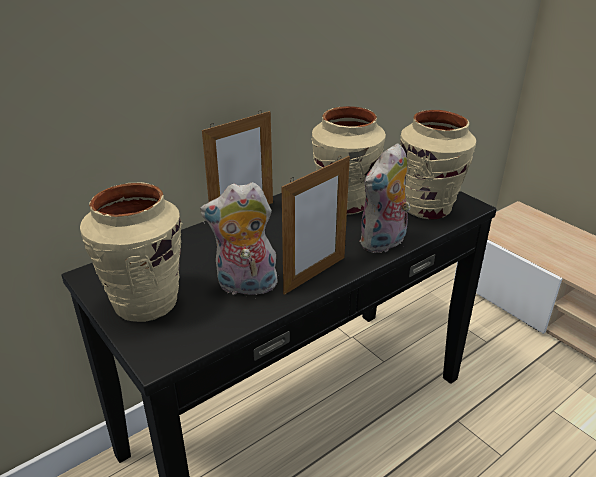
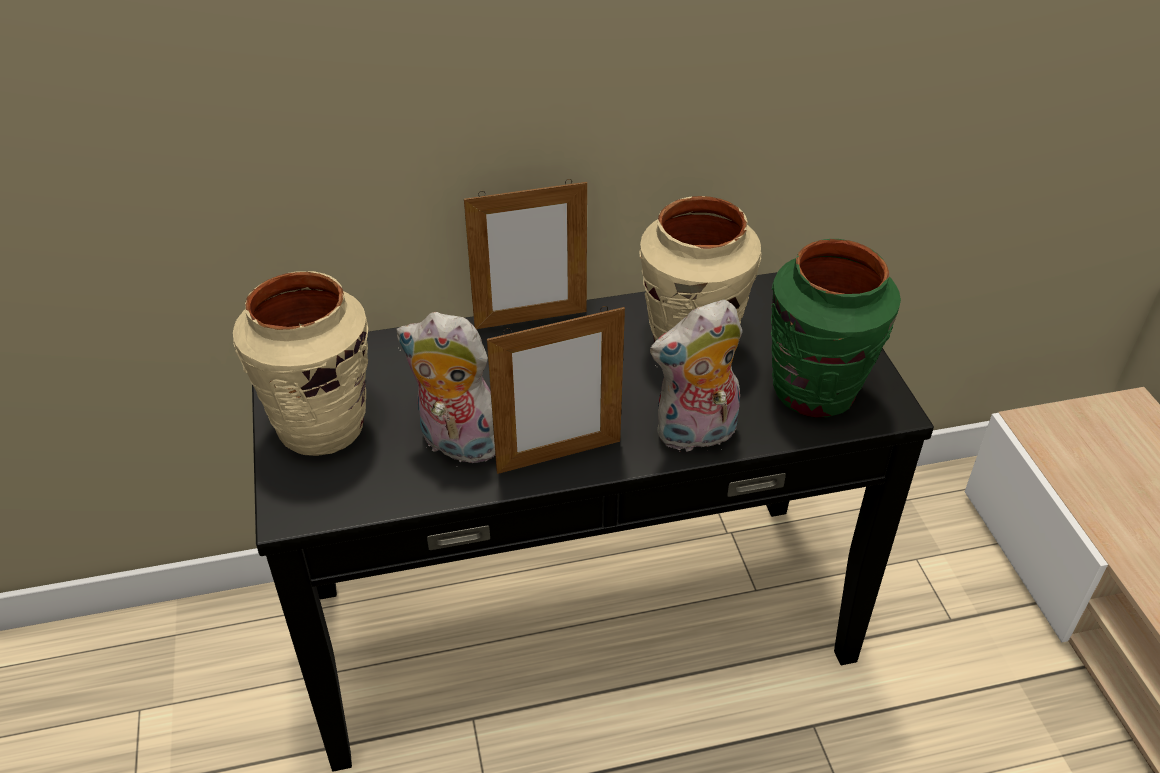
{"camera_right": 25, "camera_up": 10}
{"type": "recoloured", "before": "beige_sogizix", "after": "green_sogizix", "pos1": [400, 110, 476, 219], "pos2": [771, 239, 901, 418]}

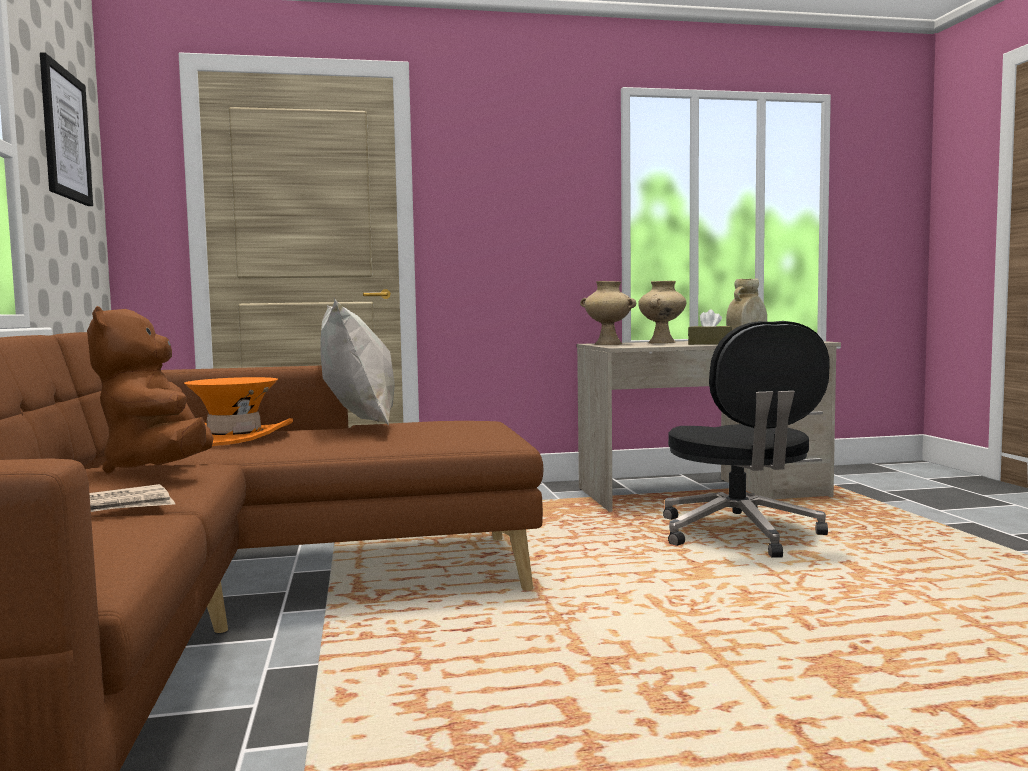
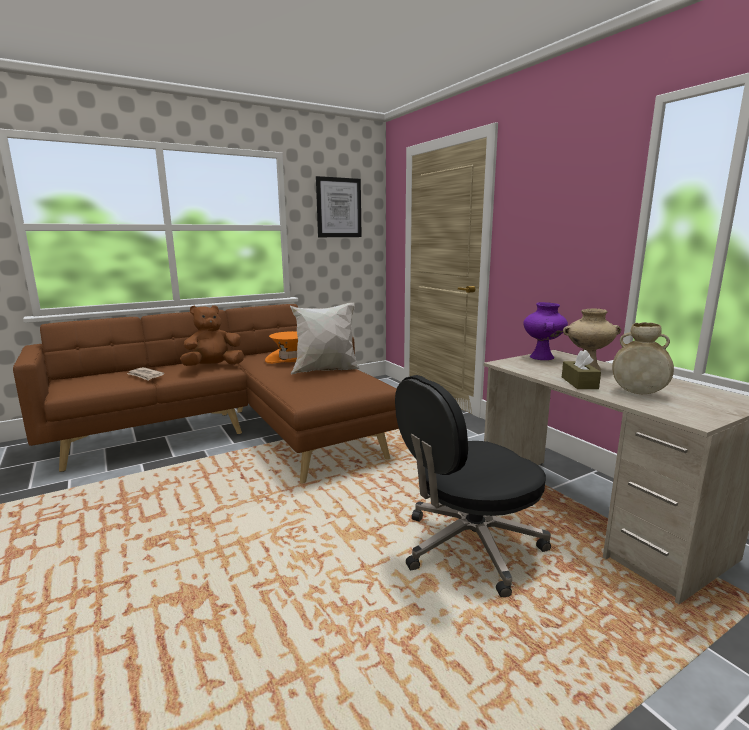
{"camera_right": 70, "camera_up": 10}
{"type": "recoloured", "before": "beige_sogizix", "after": "purple_sogizix", "pos1": [580, 281, 636, 345], "pos2": [523, 302, 568, 360]}

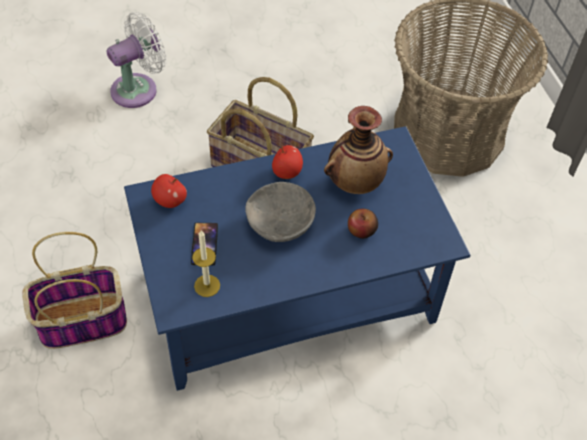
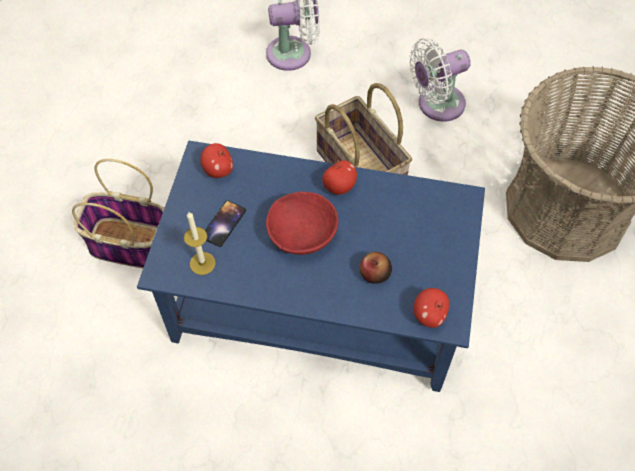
{"camera_right": 30, "camera_up": 5}
{"type": "removed", "before": "sogizix", "pos1": [324, 106, 393, 194]}
{"type": "recoloured", "before": "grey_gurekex", "after": "red_gurekex", "pos1": [245, 182, 316, 242], "pos2": [266, 192, 339, 255]}
{"type": "added", "after": "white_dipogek", "pos2": [409, 38, 470, 122]}
{"type": "added", "after": "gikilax", "pos2": [414, 288, 449, 328]}

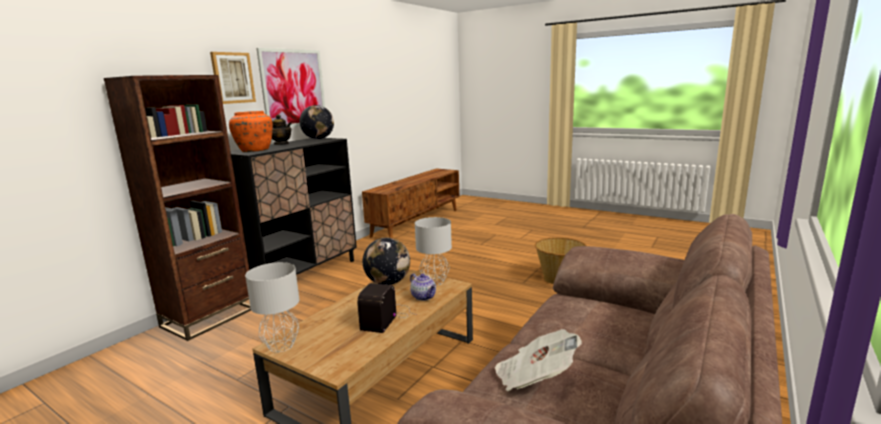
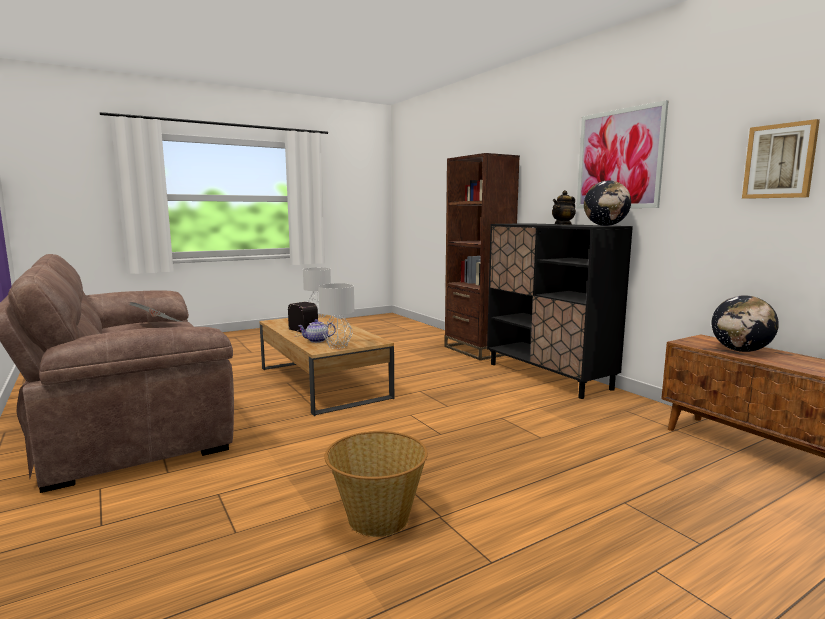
{"camera_right": 115, "camera_up": -5}
{"type": "moved", "before": "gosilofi", "pos1": [210, 52, 256, 104], "pos2": [742, 119, 820, 199]}
{"type": "removed", "before": "orange_sogizix", "pos1": [229, 111, 273, 152]}
{"type": "moved", "before": "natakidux", "pos1": [363, 238, 410, 285], "pos2": [712, 295, 779, 352]}

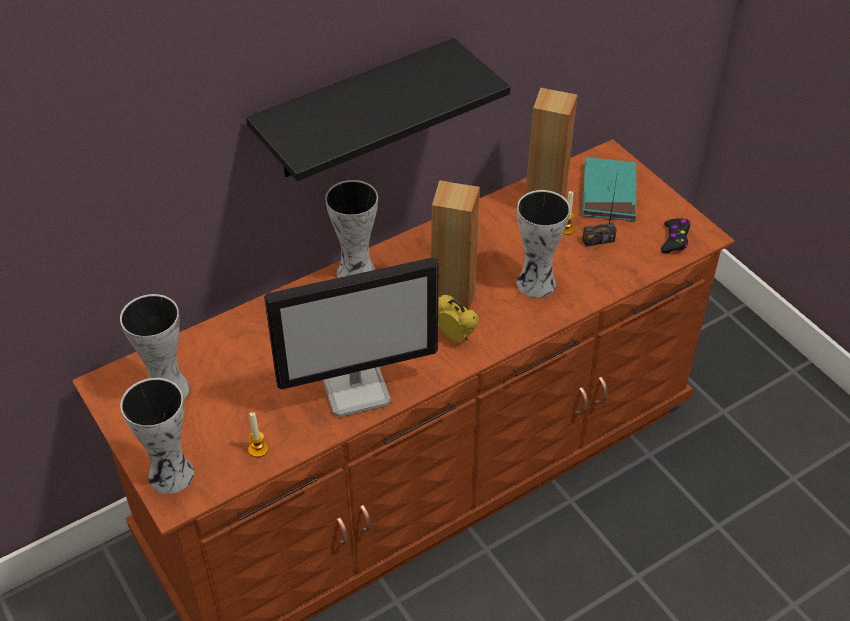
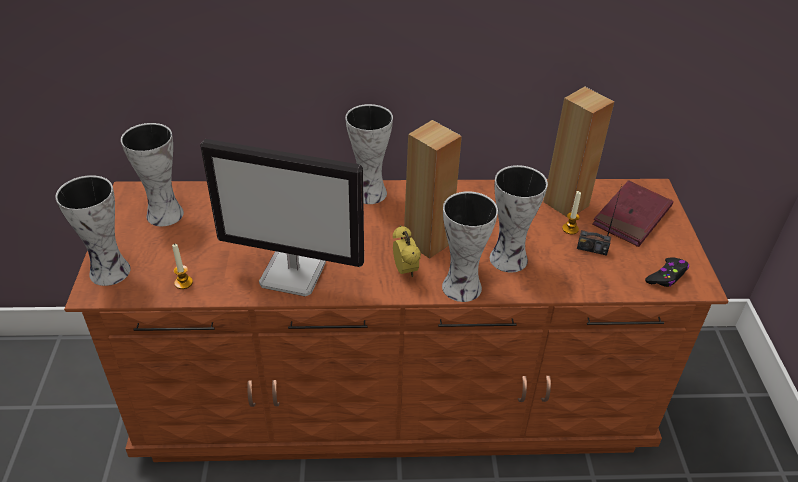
{"camera_right": 30, "camera_up": -5}
{"type": "removed", "before": "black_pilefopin", "pos1": [246, 38, 510, 181]}
{"type": "recoloured", "before": "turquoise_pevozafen", "after": "red_pevozafen", "pos1": [582, 157, 636, 221], "pos2": [592, 180, 673, 247]}
{"type": "added", "after": "sogizix", "pos2": [442, 191, 498, 302]}

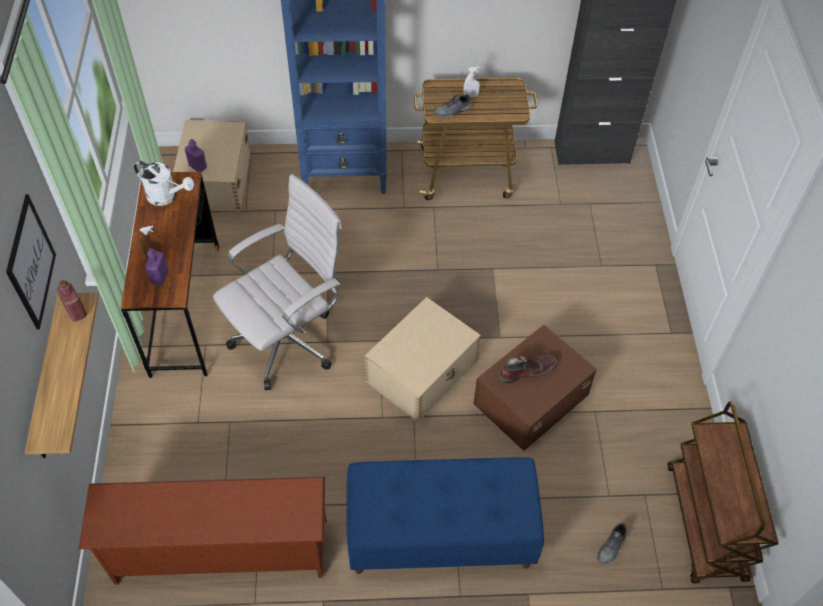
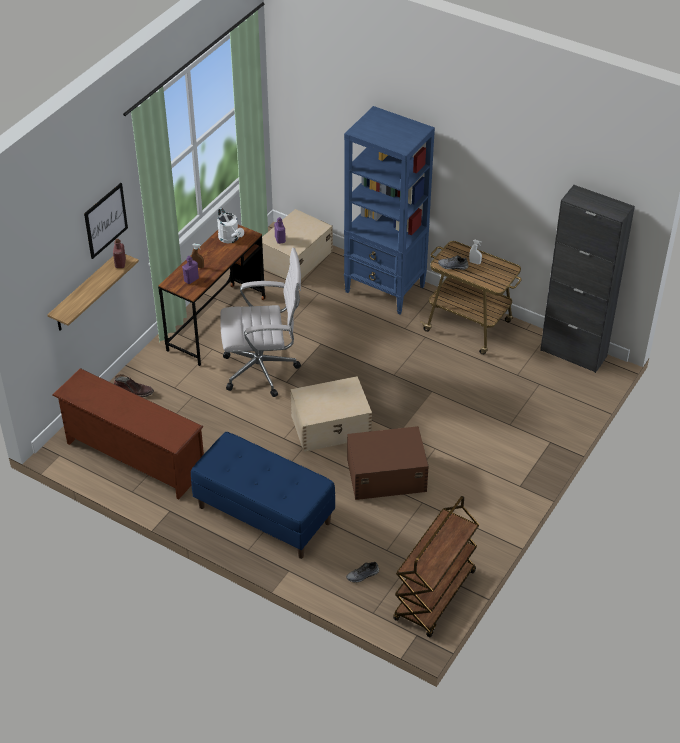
{"camera_right": 35, "camera_up": -10}
{"type": "moved", "before": "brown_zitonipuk", "pos1": [498, 355, 556, 384], "pos2": [114, 374, 154, 397]}

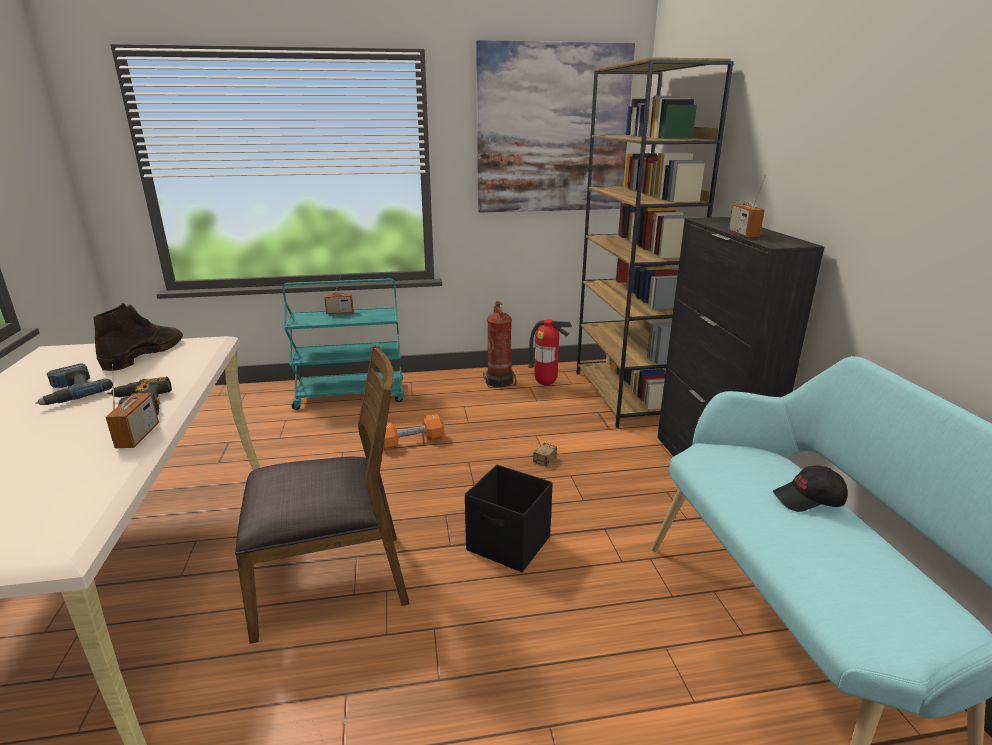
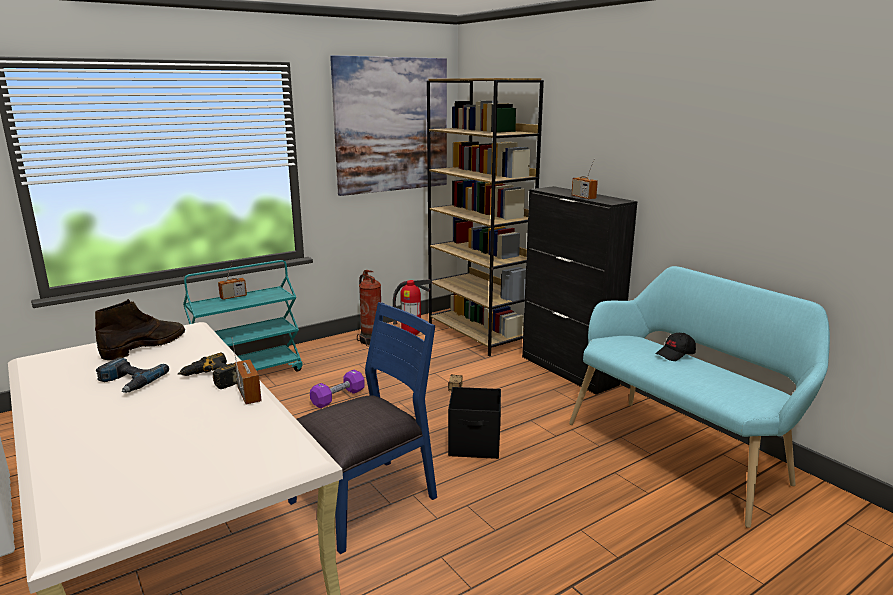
{"camera_right": -25, "camera_up": -5}
{"type": "turned", "before": "brown_zitonipuk", "pos1": [93, 303, 183, 371], "pos2": [95, 299, 185, 360], "turn": 45}
{"type": "recoloured", "before": "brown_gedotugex", "after": "blue_gedotugex", "pos1": [235, 345, 409, 644], "pos2": [288, 302, 437, 554]}
{"type": "recoloured", "before": "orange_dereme", "after": "purple_dereme", "pos1": [383, 414, 444, 450], "pos2": [310, 370, 365, 408]}

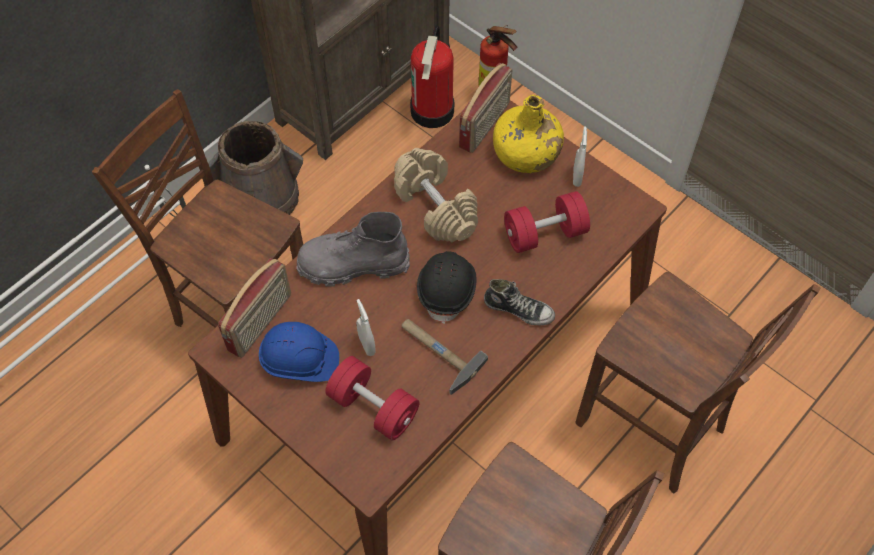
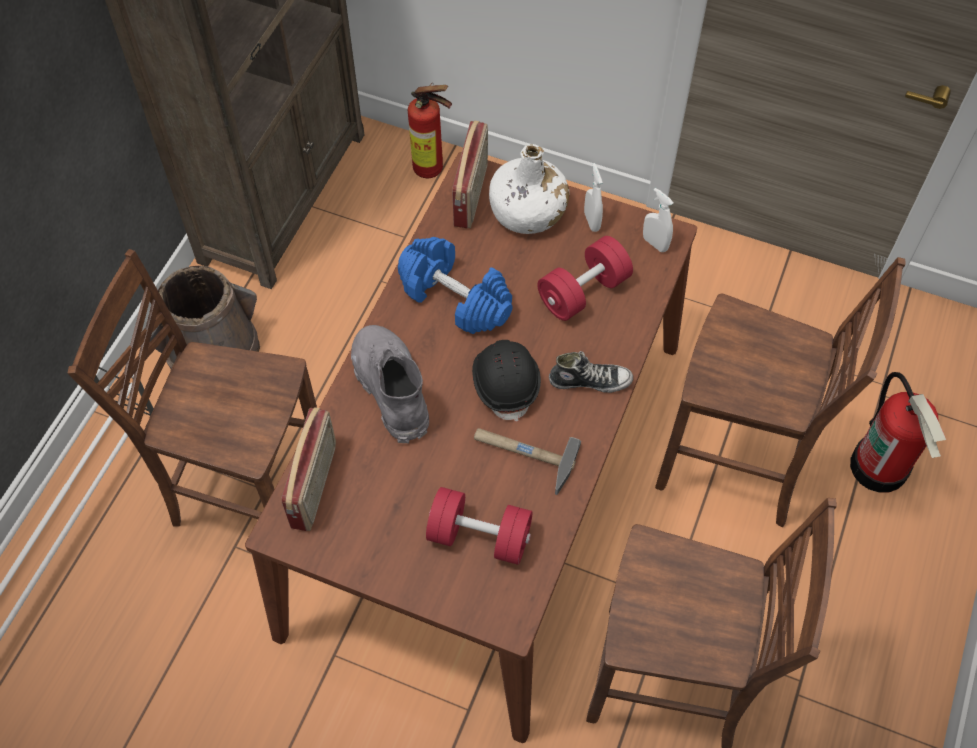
{"camera_right": -20, "camera_up": 0}
{"type": "moved", "before": "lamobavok", "pos1": [410, 25, 454, 128], "pos2": [850, 372, 946, 493]}
{"type": "recoloured", "before": "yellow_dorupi", "after": "white_dorupi", "pos1": [493, 95, 564, 173], "pos2": [489, 144, 569, 234]}
{"type": "recoloured", "before": "beige_dereme", "after": "blue_dereme", "pos1": [394, 148, 478, 242], "pos2": [398, 237, 513, 334]}
{"type": "turned", "before": "grey_zitonipuk", "pos1": [296, 212, 410, 287], "pos2": [351, 325, 429, 443], "turn": 90}
{"type": "moved", "before": "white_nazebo", "pos1": [356, 299, 376, 356], "pos2": [643, 188, 673, 252]}
{"type": "removed", "before": "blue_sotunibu", "pos1": [259, 322, 339, 382]}

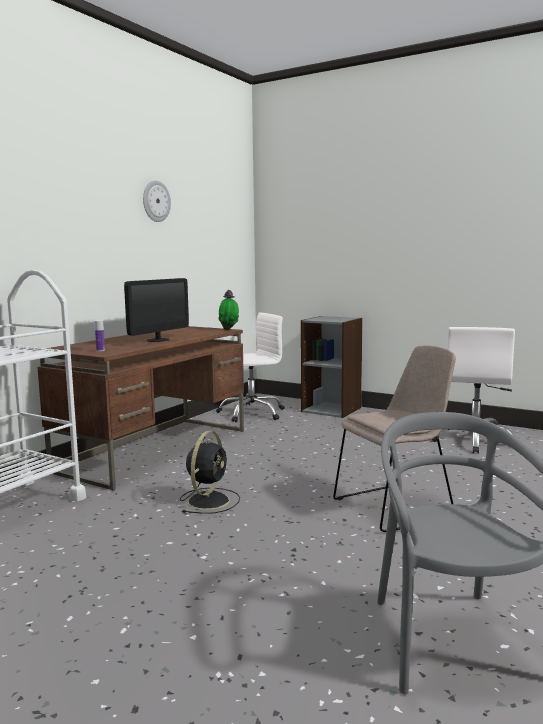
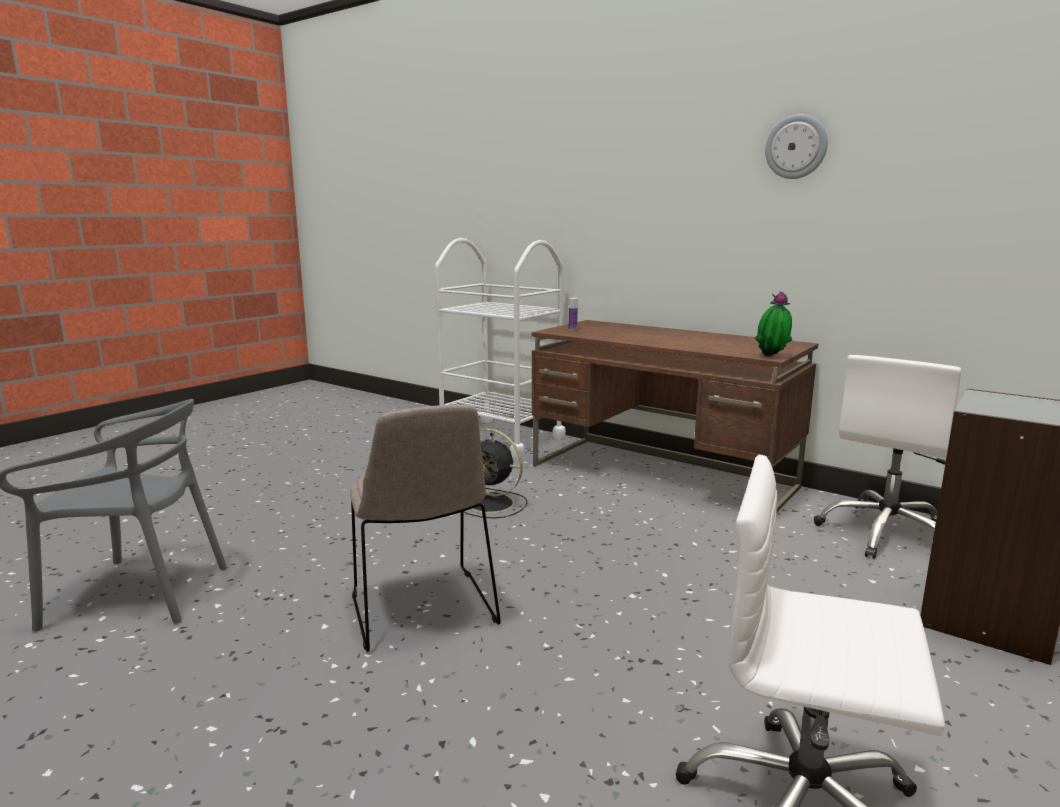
{"camera_right": 95, "camera_up": 5}
{"type": "removed", "before": "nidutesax", "pos1": [124, 278, 189, 342]}
{"type": "turned", "before": "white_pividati", "pos1": [216, 313, 285, 422], "pos2": [814, 355, 961, 559], "turn": 60}

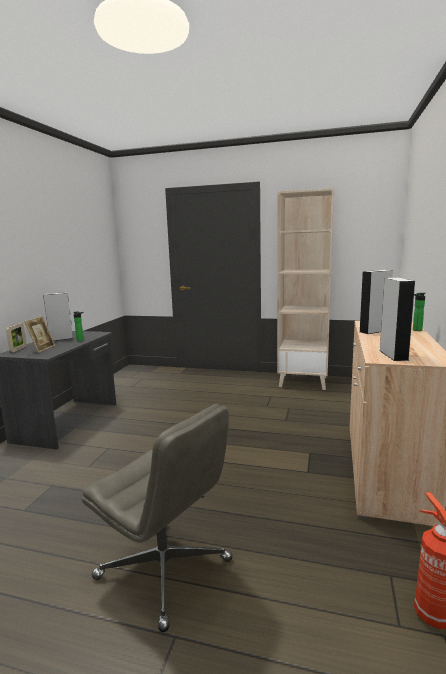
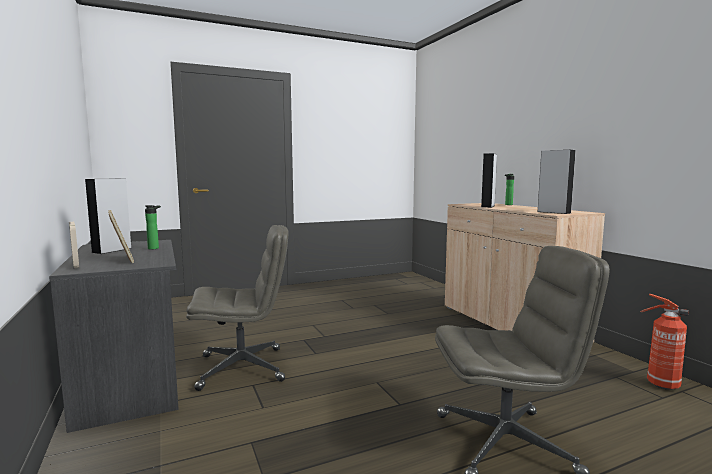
{"camera_right": -40, "camera_up": -5}
{"type": "removed", "before": "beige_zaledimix", "pos1": [277, 188, 334, 390]}
{"type": "added", "after": "grey_pividati", "pos2": [186, 225, 288, 391]}

